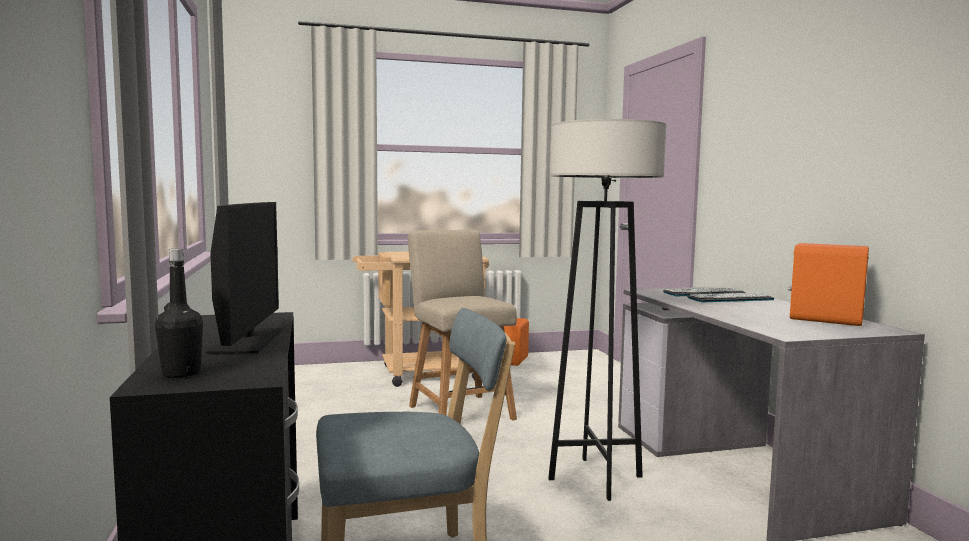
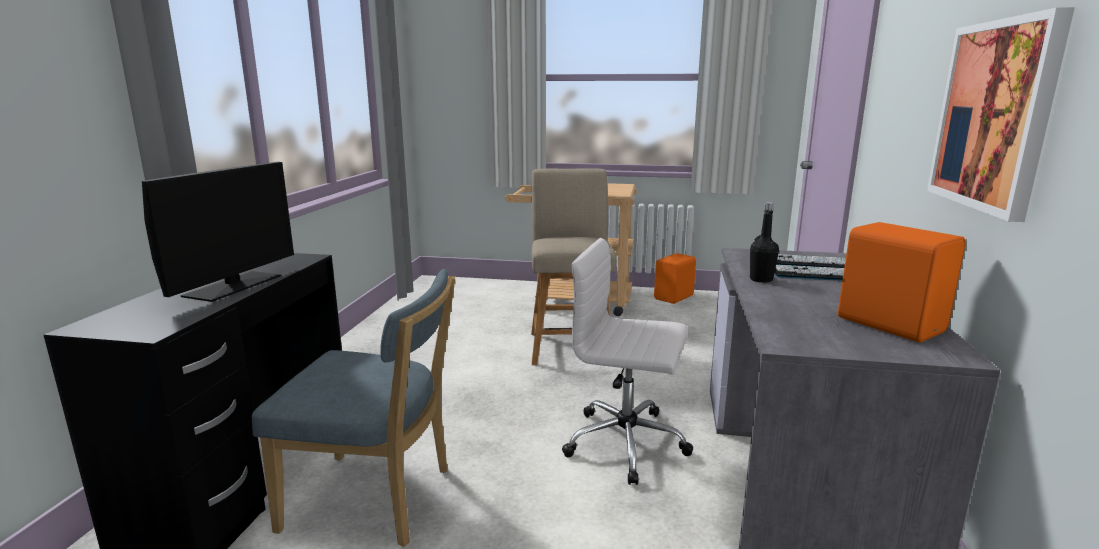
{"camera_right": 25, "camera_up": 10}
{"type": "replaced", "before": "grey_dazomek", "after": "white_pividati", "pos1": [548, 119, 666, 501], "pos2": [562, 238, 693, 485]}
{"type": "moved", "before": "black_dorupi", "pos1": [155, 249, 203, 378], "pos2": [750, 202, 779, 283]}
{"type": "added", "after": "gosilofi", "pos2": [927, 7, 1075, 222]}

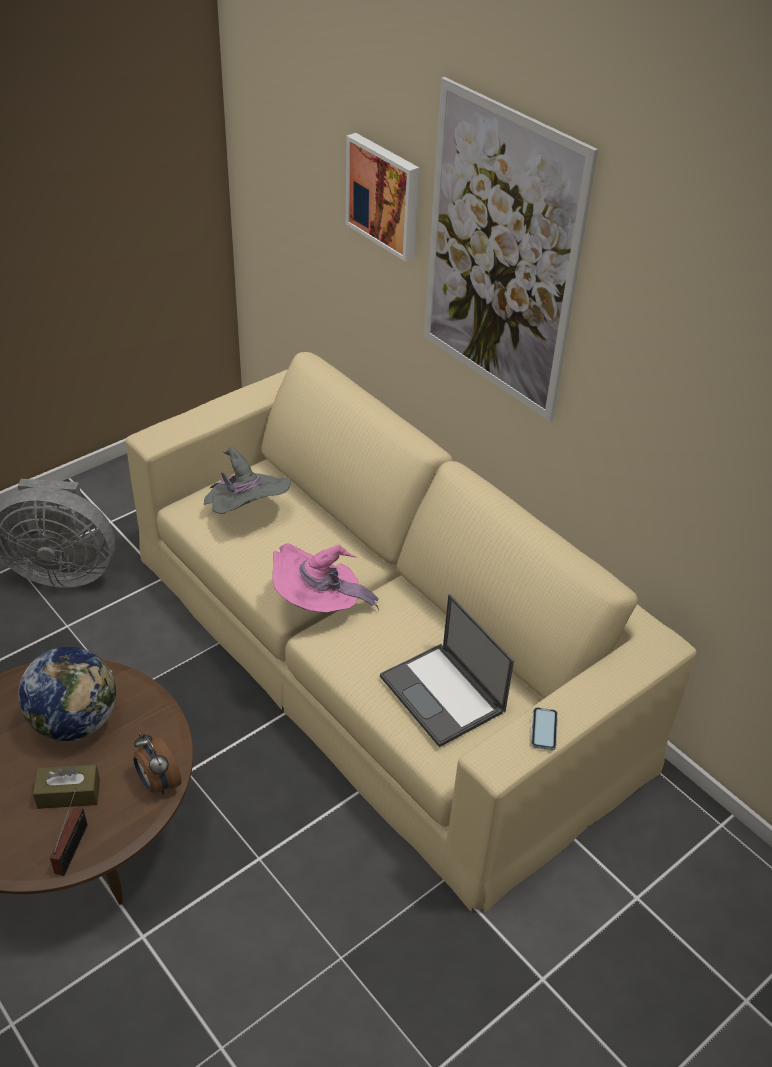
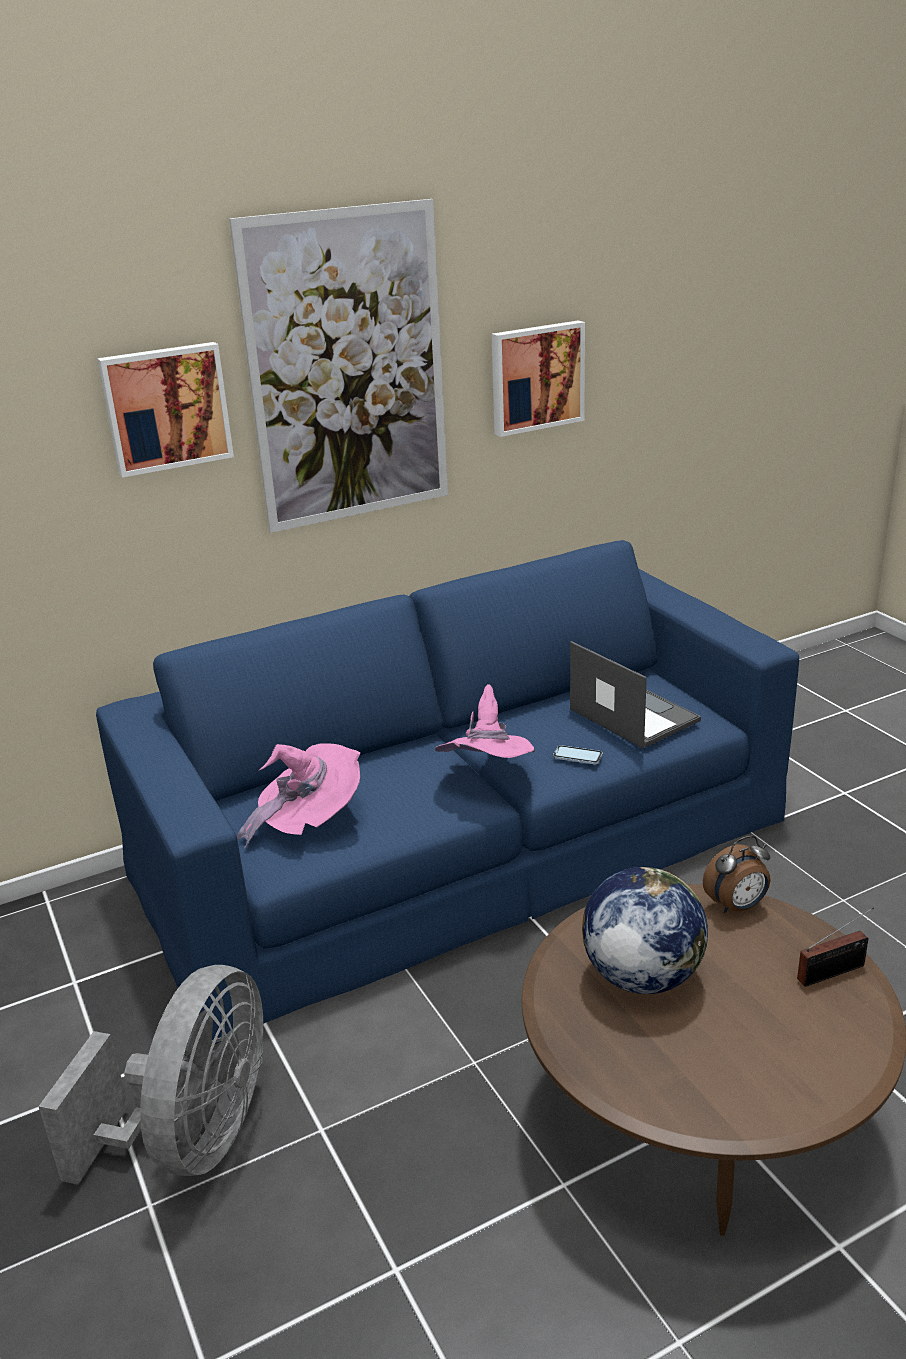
{"camera_right": -75, "camera_up": -15}
{"type": "recoloured", "before": "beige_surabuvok", "after": "blue_surabuvok", "pos1": [126, 352, 697, 913], "pos2": [96, 540, 799, 1044]}
{"type": "recoloured", "before": "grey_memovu", "after": "pink_memovu", "pos1": [204, 446, 291, 514], "pos2": [237, 743, 360, 849]}
{"type": "turned", "before": "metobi", "pos1": [380, 594, 514, 747], "pos2": [570, 641, 701, 749], "turn": -105}
{"type": "moved", "before": "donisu", "pos1": [531, 707, 558, 750], "pos2": [553, 745, 603, 765]}
{"type": "removed", "before": "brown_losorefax", "pos1": [33, 764, 100, 809]}
{"type": "turned", "before": "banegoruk", "pos1": [50, 788, 88, 876], "pos2": [797, 907, 874, 987], "turn": 135}
{"type": "added", "after": "gosilofi", "pos2": [492, 320, 585, 437]}

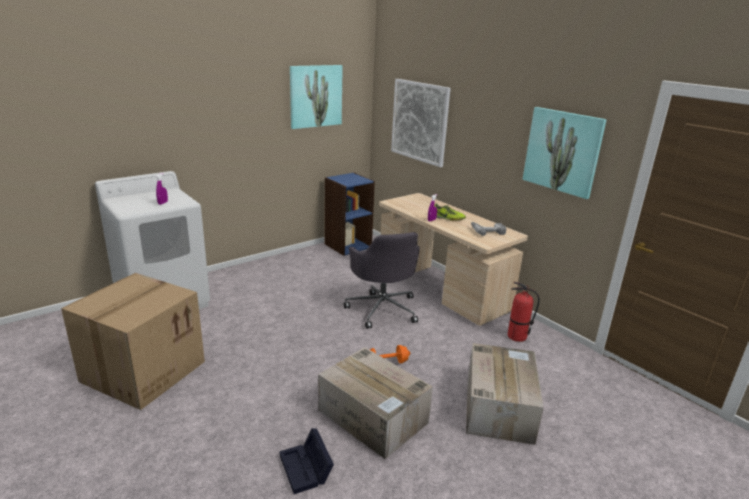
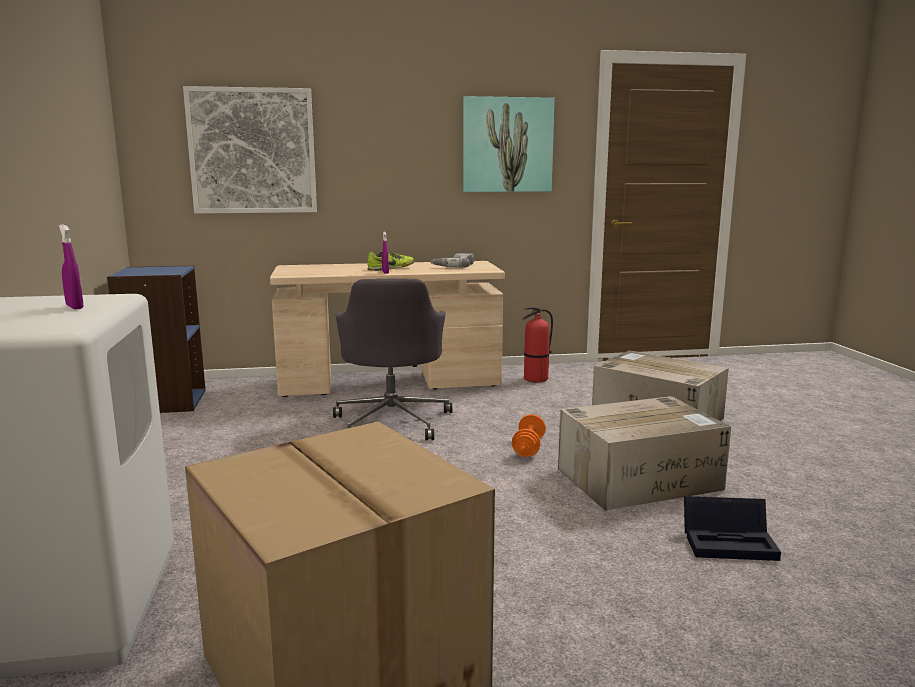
{"camera_right": -60, "camera_up": -10}
{"type": "removed", "before": "gosilofi", "pos1": [290, 65, 343, 129]}
{"type": "turned", "before": "grey_pividati", "pos1": [344, 232, 420, 329], "pos2": [333, 279, 452, 440], "turn": 75}

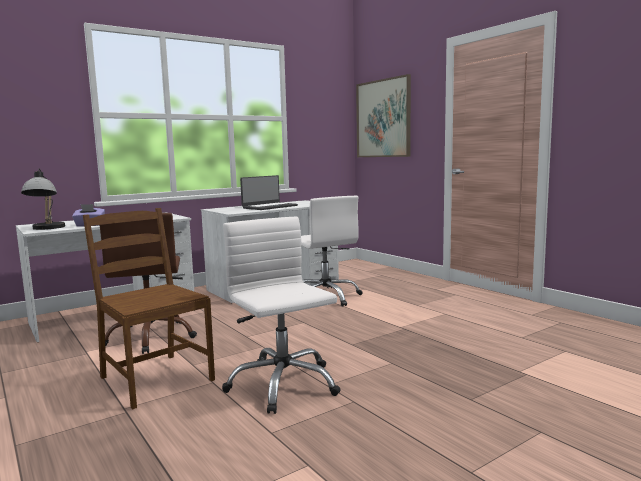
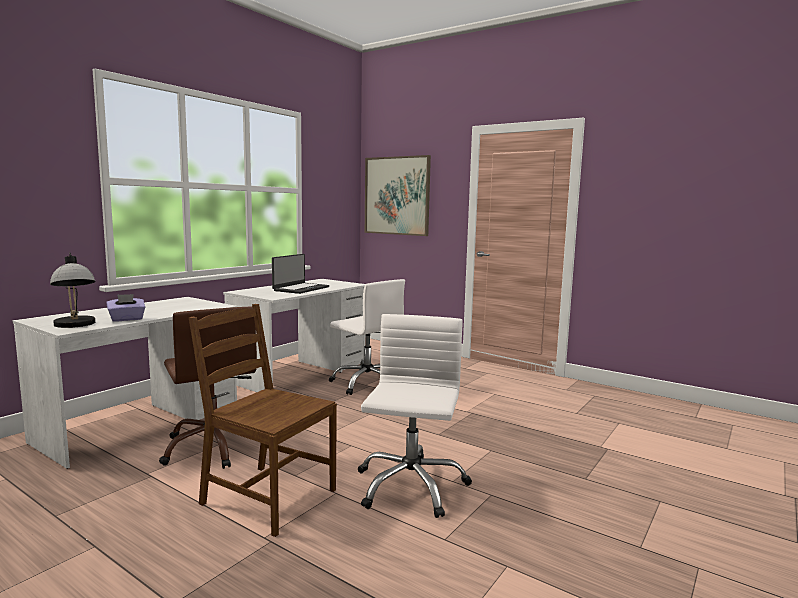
{"camera_right": -20, "camera_up": 0}
{"type": "turned", "before": "white_pividati", "pos1": [222, 217, 341, 414], "pos2": [358, 314, 472, 518], "turn": 60}

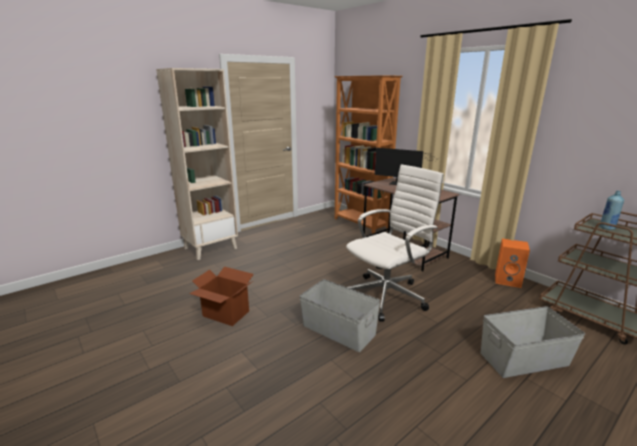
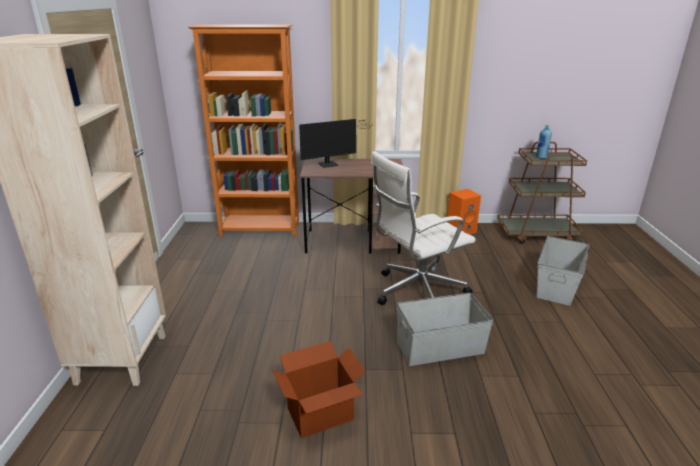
{"camera_right": -50, "camera_up": 5}
{"type": "turned", "before": "white_pividati", "pos1": [346, 164, 444, 322], "pos2": [371, 151, 476, 305], "turn": -120}

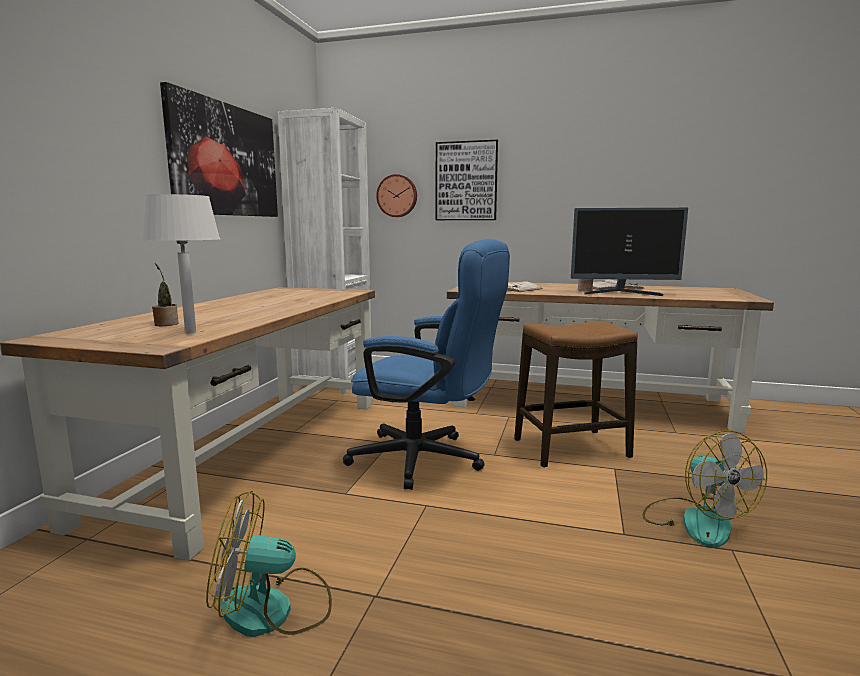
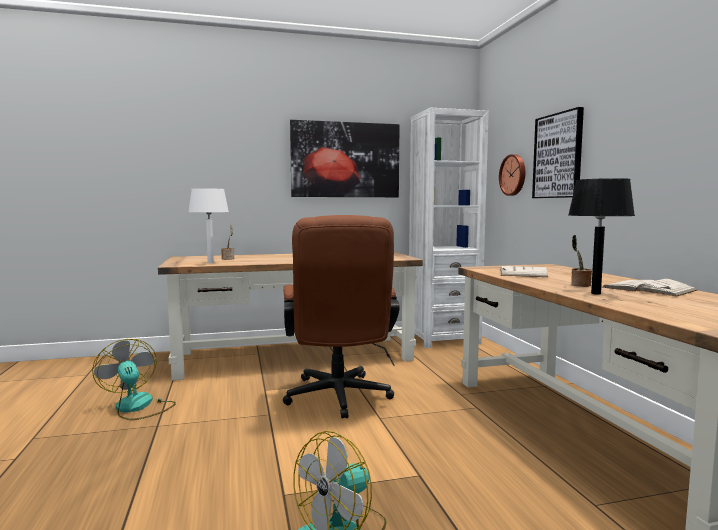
{"camera_right": 60, "camera_up": -5}
{"type": "replaced", "before": "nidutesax", "after": "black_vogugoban", "pos1": [571, 208, 688, 296], "pos2": [568, 178, 635, 295]}
{"type": "recoloured", "before": "blue_pividati", "after": "brown_pividati", "pos1": [343, 239, 510, 490], "pos2": [283, 215, 400, 419]}
{"type": "removed", "before": "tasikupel", "pos1": [514, 321, 638, 468]}

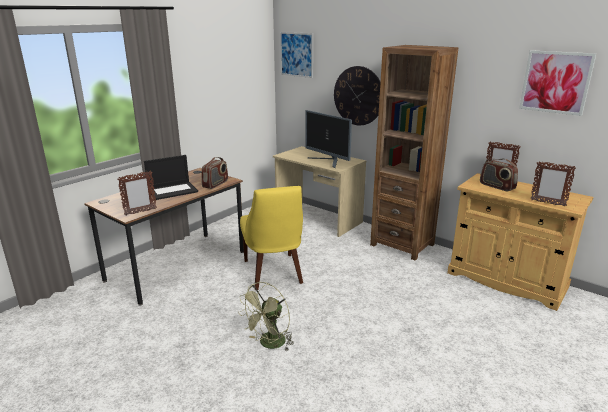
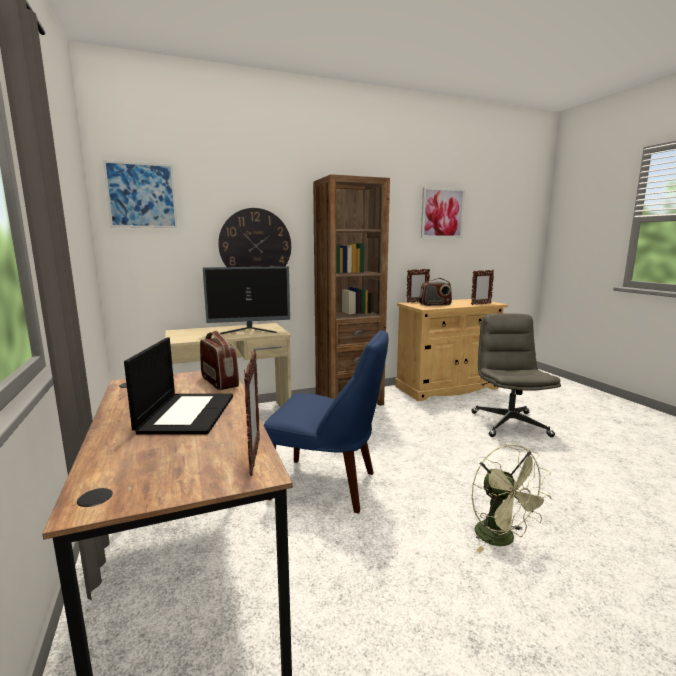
{"camera_right": -60, "camera_up": -10}
{"type": "recoloured", "before": "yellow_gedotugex", "after": "blue_gedotugex", "pos1": [240, 186, 303, 290], "pos2": [264, 330, 388, 513]}
{"type": "added", "after": "grey_pividati", "pos2": [471, 313, 561, 437]}

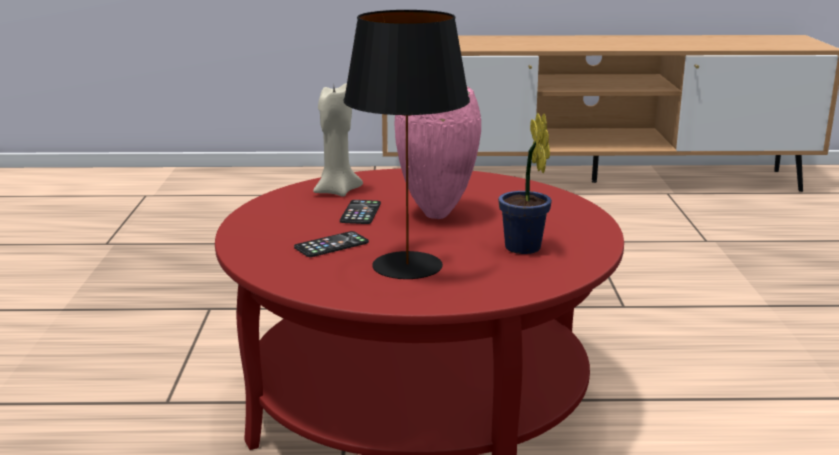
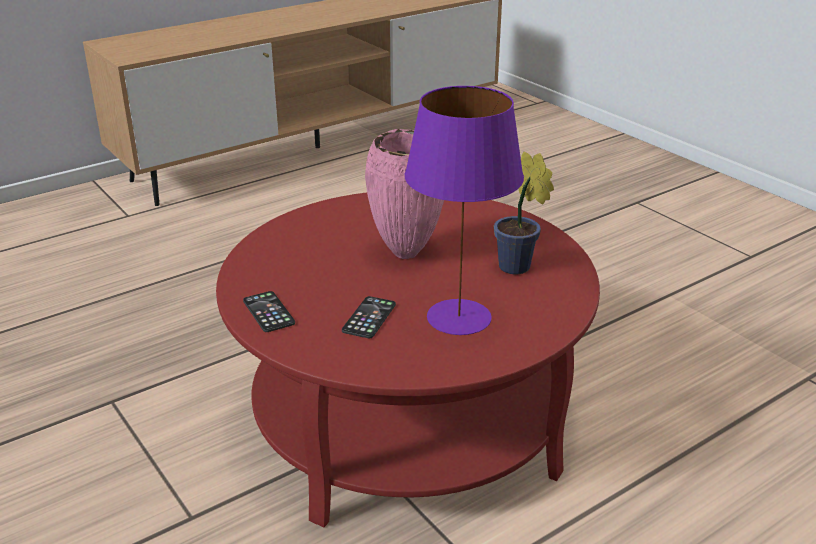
{"camera_right": -35, "camera_up": 10}
{"type": "recoloured", "before": "black_vogugoban", "after": "purple_vogugoban", "pos1": [343, 10, 470, 279], "pos2": [405, 86, 524, 335]}
{"type": "removed", "before": "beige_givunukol", "pos1": [313, 84, 363, 197]}
{"type": "moved", "before": "donisu", "pos1": [340, 200, 381, 224], "pos2": [243, 291, 295, 332]}

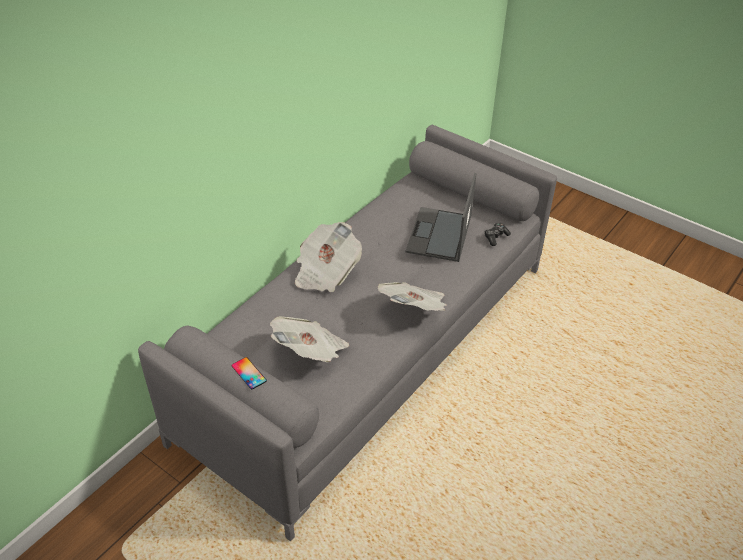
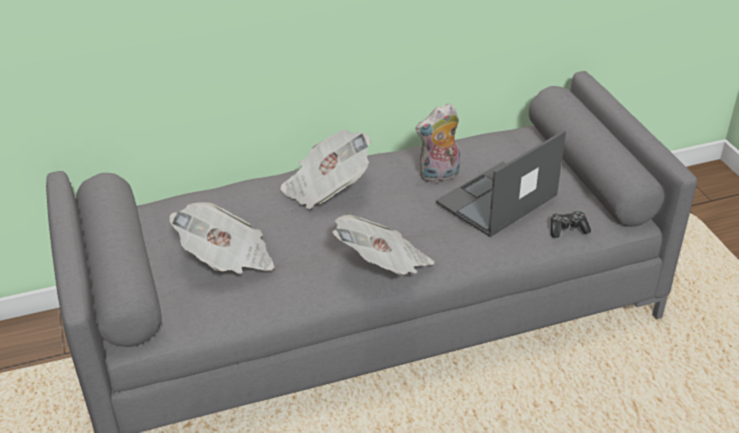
{"camera_right": 35, "camera_up": -5}
{"type": "removed", "before": "donisu", "pos1": [231, 357, 267, 390]}
{"type": "added", "after": "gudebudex", "pos2": [415, 103, 460, 183]}

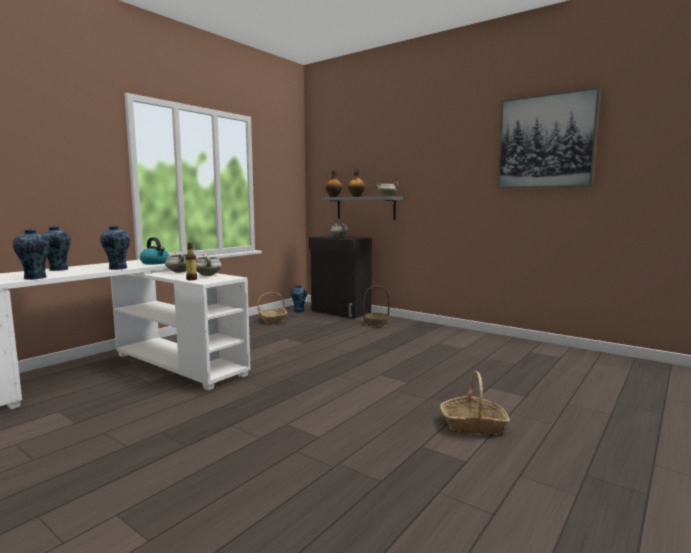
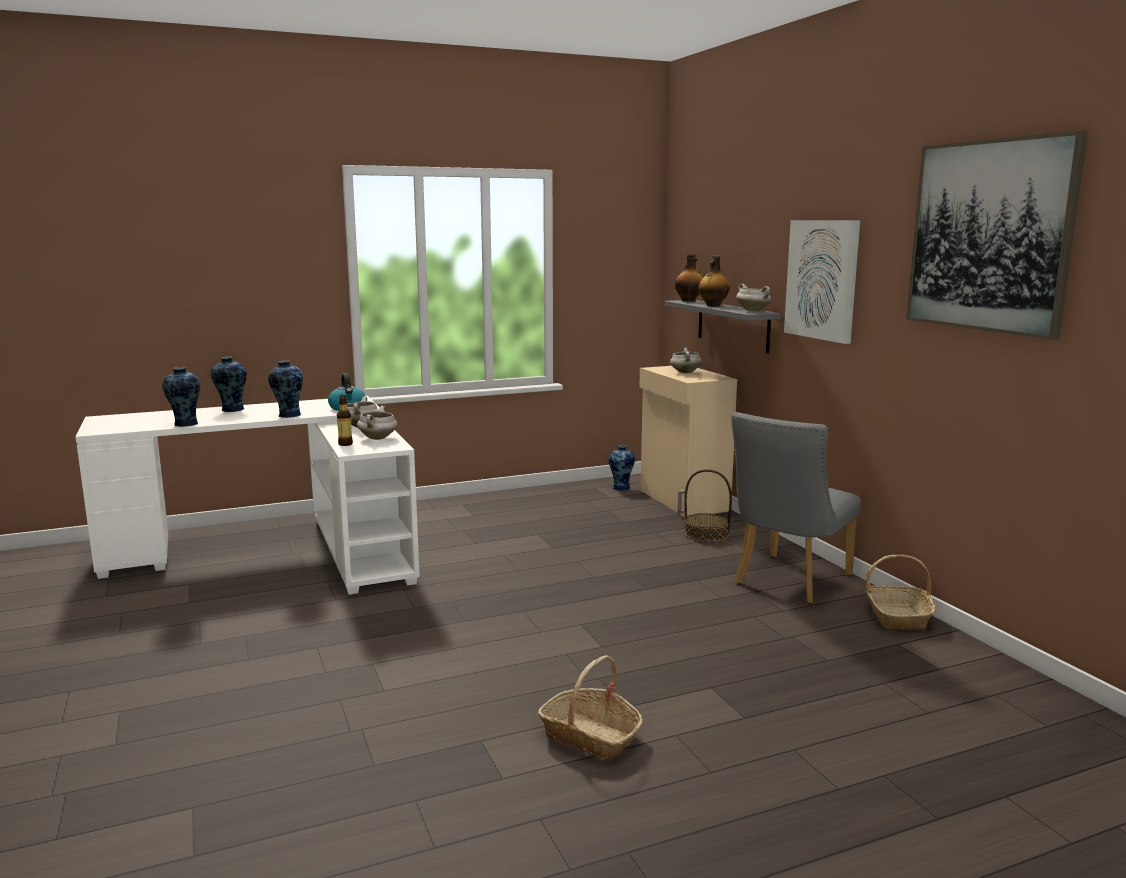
{"camera_right": 30, "camera_up": 5}
{"type": "recoloured", "before": "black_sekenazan", "after": "beige_sekenazan", "pos1": [309, 235, 372, 319], "pos2": [639, 366, 737, 517]}
{"type": "moved", "before": "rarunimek", "pos1": [257, 292, 287, 324], "pos2": [866, 555, 935, 630]}
{"type": "added", "after": "gosilofi", "pos2": [784, 220, 860, 344]}
{"type": "added", "after": "grey_gedotugex", "pos2": [731, 412, 861, 604]}

